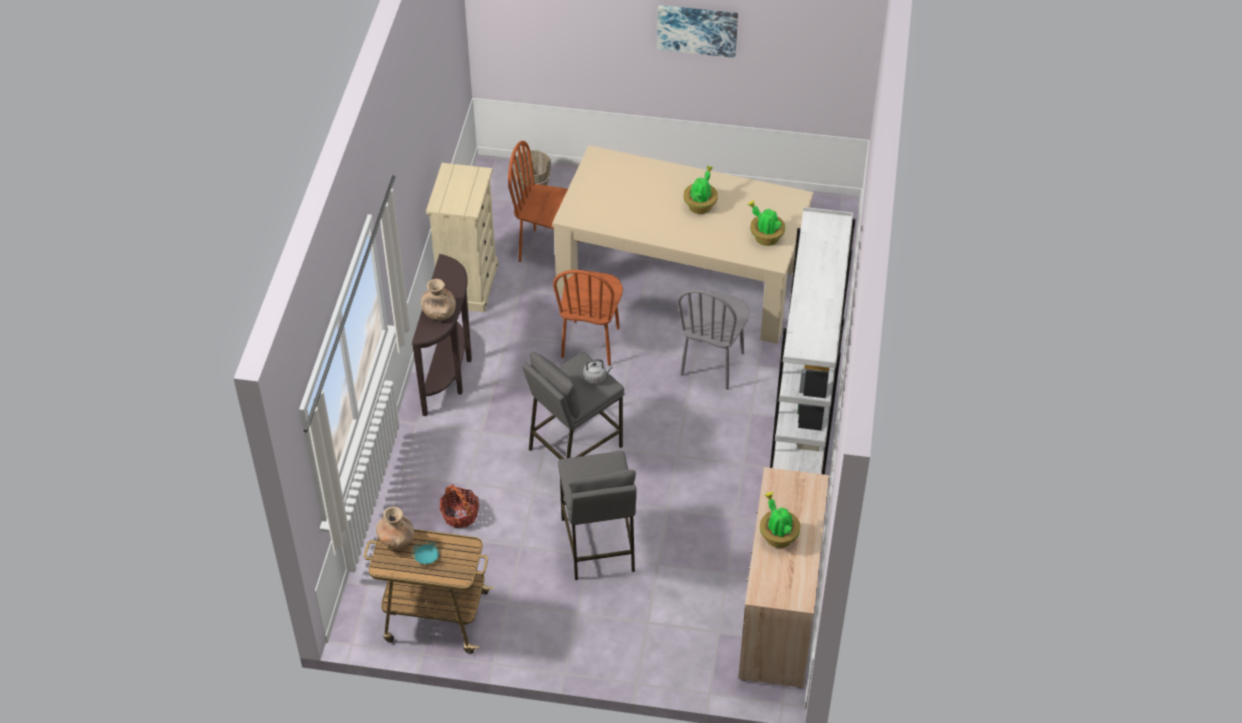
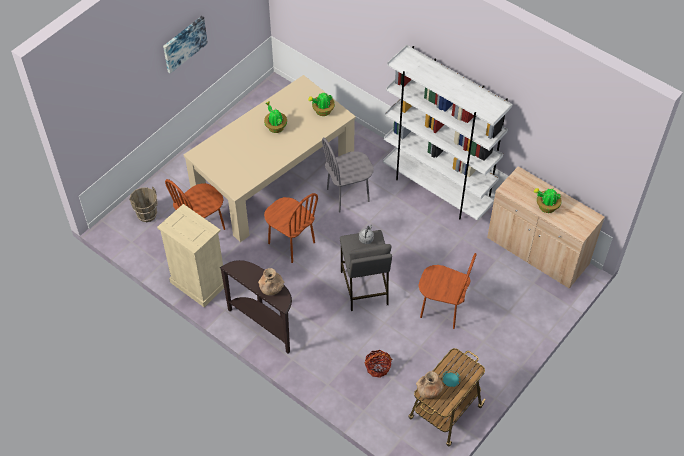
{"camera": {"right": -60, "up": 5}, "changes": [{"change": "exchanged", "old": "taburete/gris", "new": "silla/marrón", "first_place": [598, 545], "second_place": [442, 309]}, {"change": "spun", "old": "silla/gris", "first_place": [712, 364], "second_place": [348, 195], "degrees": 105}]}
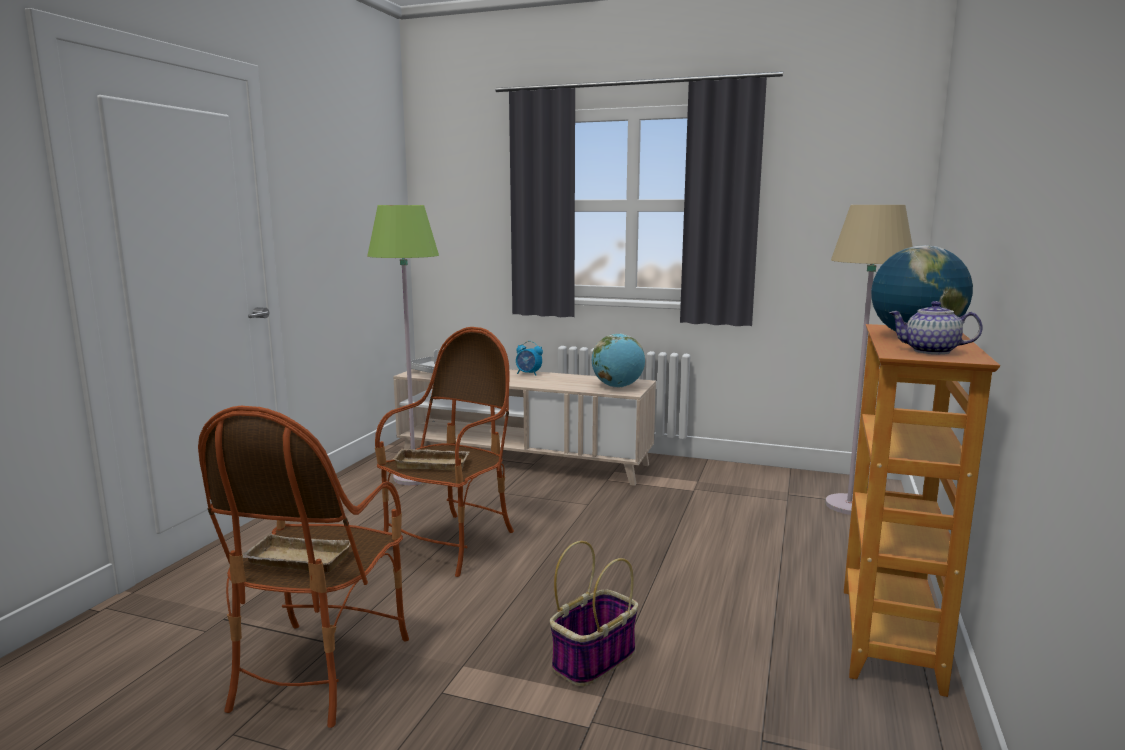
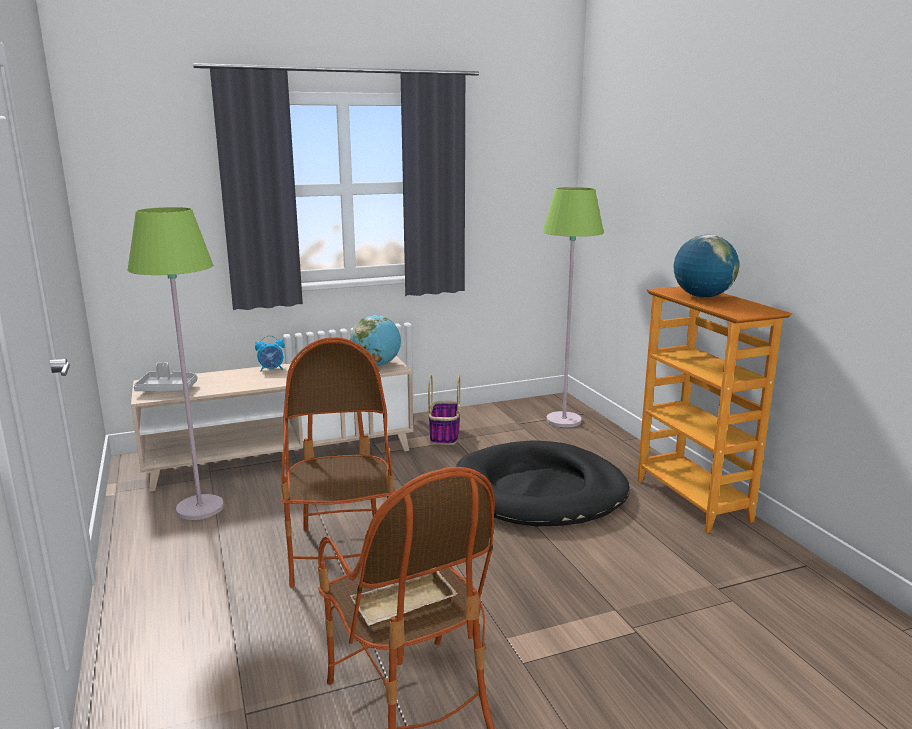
{"camera": {"right": -40, "up": 5}, "changes": [{"change": "missing", "old": "bandeja/beis", "first_place": [433, 464]}, {"change": "relocated", "old": "cesta", "first_place": [594, 658], "second_place": [444, 435]}, {"change": "colour", "old": "lámpara de pie/beis", "new": "lámpara de pie/verde", "first_place": [848, 506], "second_place": [563, 420]}, {"change": "missing", "old": "tetera", "first_place": [930, 351]}, {"change": "appeared", "new": "cama para perro/negro", "second_place": [540, 491]}]}
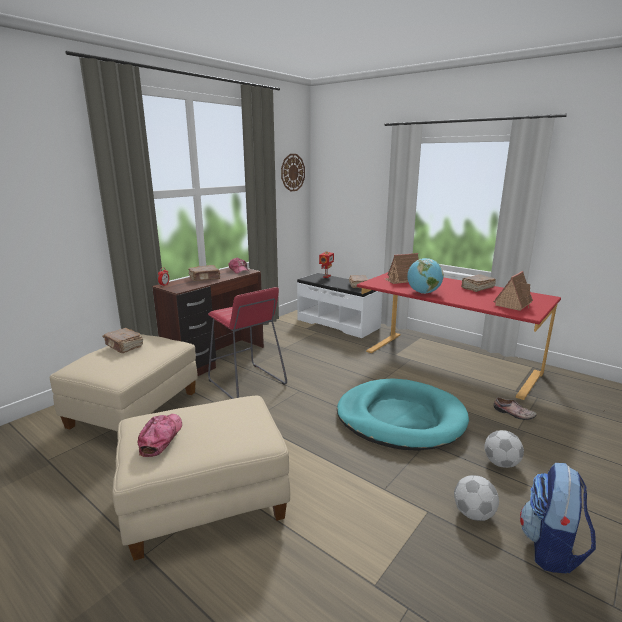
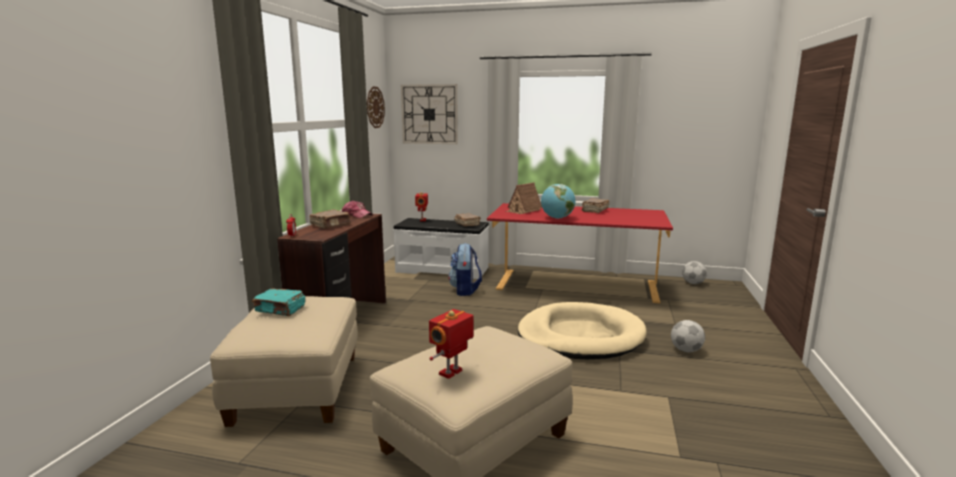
{"camera": {"right": -25, "up": -5}, "changes": [{"change": "colour", "old": "libro/marrón", "new": "libro/turquesa", "first_place": [124, 346], "second_place": [280, 310]}, {"change": "exchanged", "old": "gorra", "new": "robot de juguete", "first_place": [161, 438], "second_place": [451, 373]}, {"change": "missing", "old": "taburete/rojo", "first_place": [246, 383]}, {"change": "colour", "old": "cama para perro/turquesa", "new": "cama para perro/beis", "first_place": [400, 418], "second_place": [580, 336]}, {"change": "relocated", "old": "balón de fútbol", "first_place": [472, 513], "second_place": [692, 283]}, {"change": "missing", "old": "casita", "first_place": [513, 304]}, {"change": "missing", "old": "zapato", "first_place": [513, 414]}, {"change": "relocated", "old": "mochila", "first_place": [551, 548], "second_place": [465, 290]}, {"change": "appeared", "new": "reloj de pared", "second_place": [429, 114]}]}
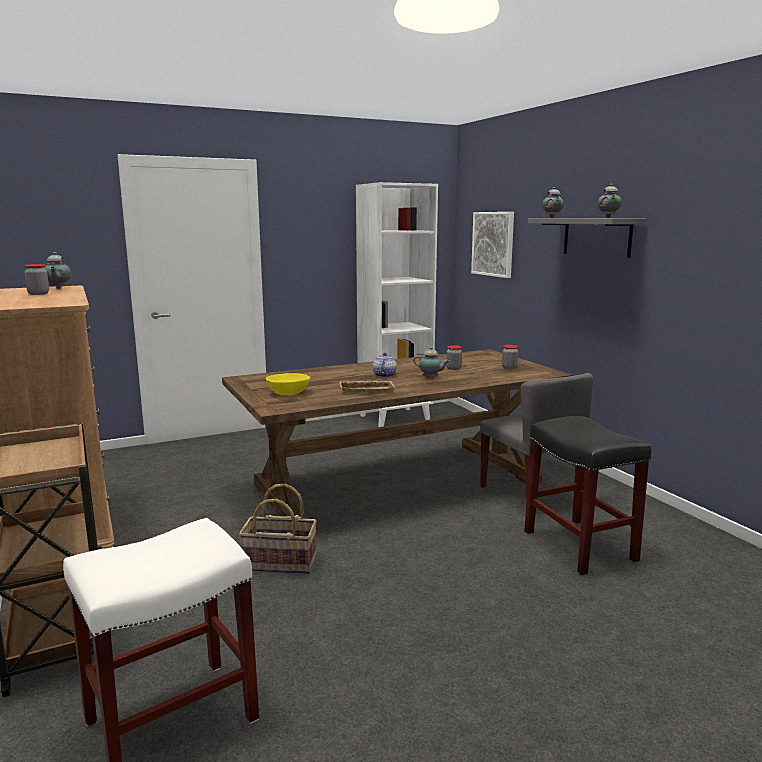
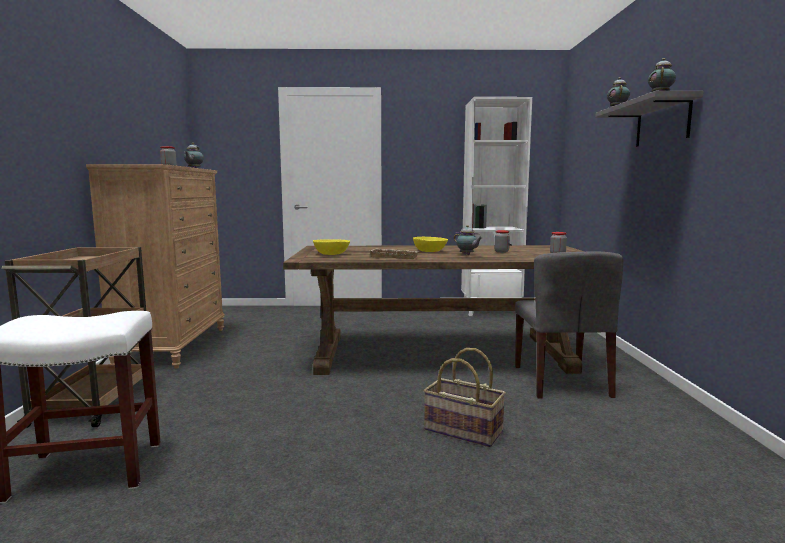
{"camera": {"right": 25, "up": -5}, "changes": [{"change": "relocated", "old": "cesta", "first_place": [279, 564], "second_place": [462, 431]}, {"change": "exchanged", "old": "tetera", "new": "cuenco/amarillo", "first_place": [384, 375], "second_place": [430, 251]}, {"change": "missing", "old": "cuadro", "first_place": [493, 244]}, {"change": "missing", "old": "taburete/negro", "first_place": [580, 546]}]}
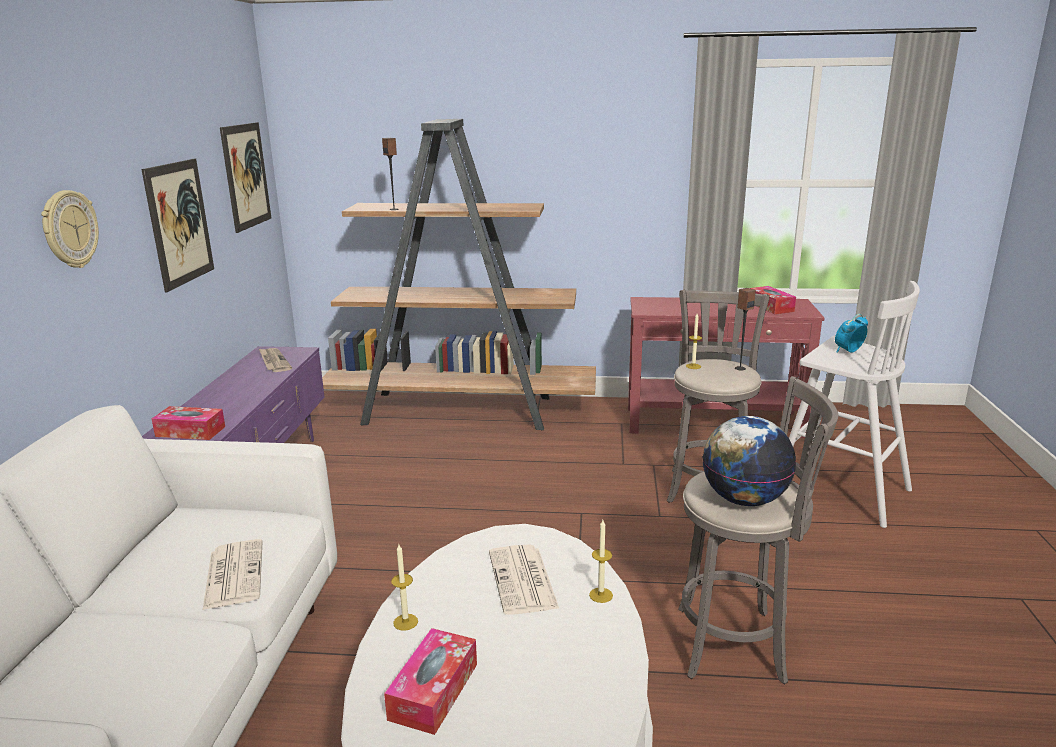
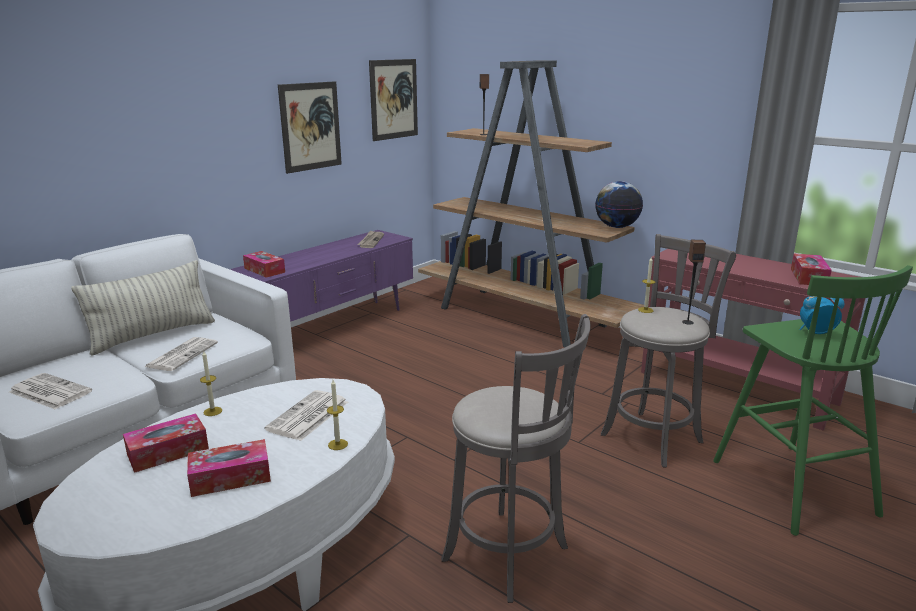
{"camera": {"right": 35, "up": 0}, "changes": [{"change": "missing", "old": "reloj de pared", "first_place": [69, 229]}, {"change": "relocated", "old": "globo terráqueo", "first_place": [744, 499], "second_place": [617, 227]}, {"change": "colour", "old": "taburete/blanco", "new": "taburete/verde", "first_place": [838, 490], "second_place": [790, 485]}, {"change": "appeared", "new": "periódico", "second_place": [49, 392]}, {"change": "appeared", "new": "cojín", "second_place": [153, 335]}, {"change": "appeared", "new": "caja de pañuelos", "second_place": [230, 477]}]}
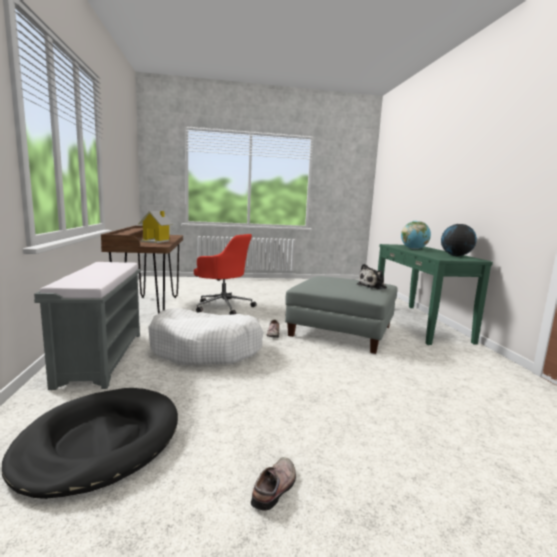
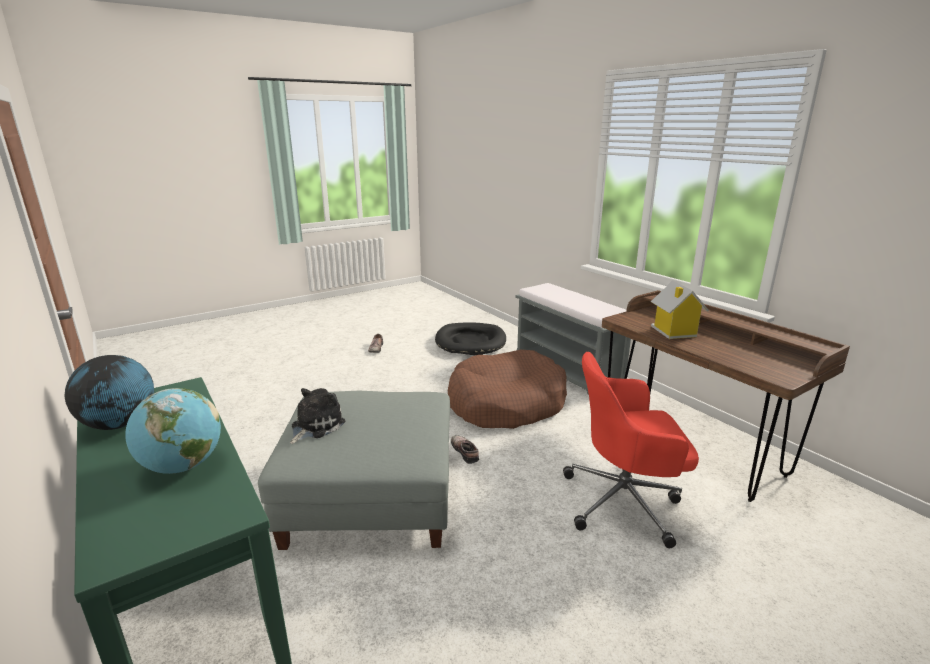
{"camera": {"right": 155, "up": 10}, "changes": [{"change": "colour", "old": "cama para perro/blanco", "new": "cama para perro/marrón", "first_place": [206, 349], "second_place": [506, 403]}]}
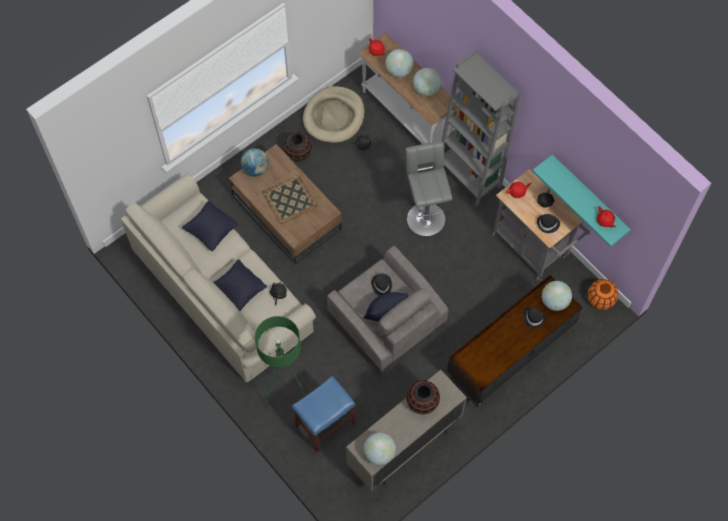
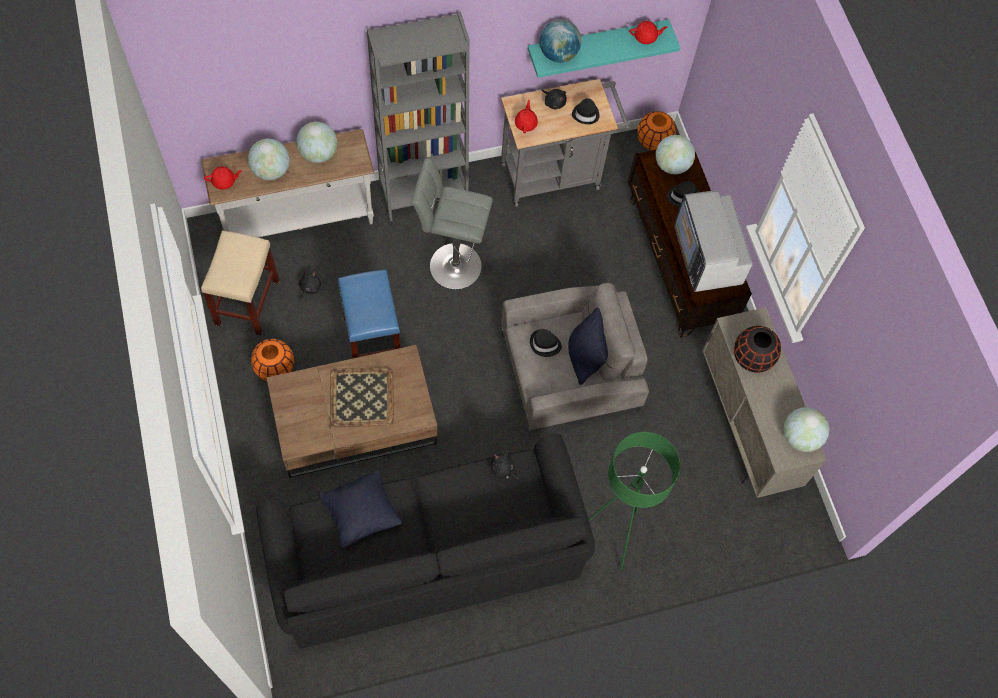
{"camera": {"right": -70, "up": 0}, "changes": [{"change": "colour", "old": "sofá/beis", "new": "sofá/negro", "first_place": [221, 291], "second_place": [426, 555]}, {"change": "missing", "old": "cojín/negro", "first_place": [239, 290]}, {"change": "relocated", "old": "globo terráqueo", "first_place": [255, 169], "second_place": [558, 54]}, {"change": "colour", "old": "florero/negro", "new": "florero/naranja", "first_place": [298, 153], "second_place": [275, 368]}, {"change": "relocated", "old": "taburete/azul", "first_place": [324, 425], "second_place": [373, 341]}, {"change": "exchanged", "old": "cama para perro/beis", "new": "taburete/beis", "first_place": [334, 117], "second_place": [247, 302]}, {"change": "appeared", "new": "televisor", "second_place": [706, 257]}]}
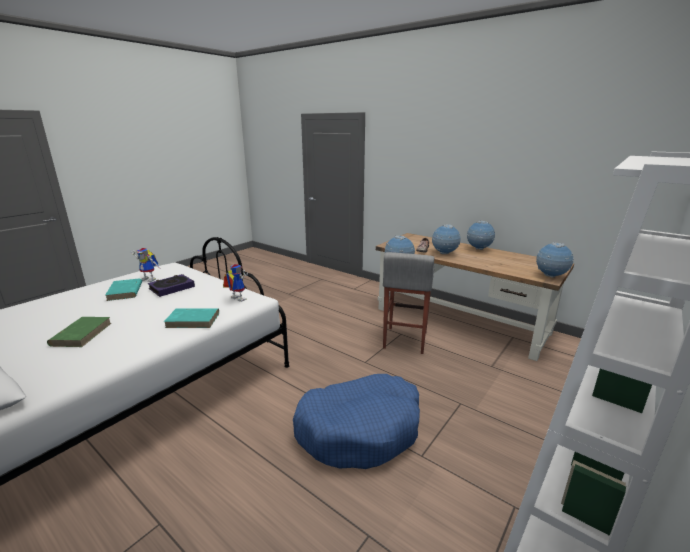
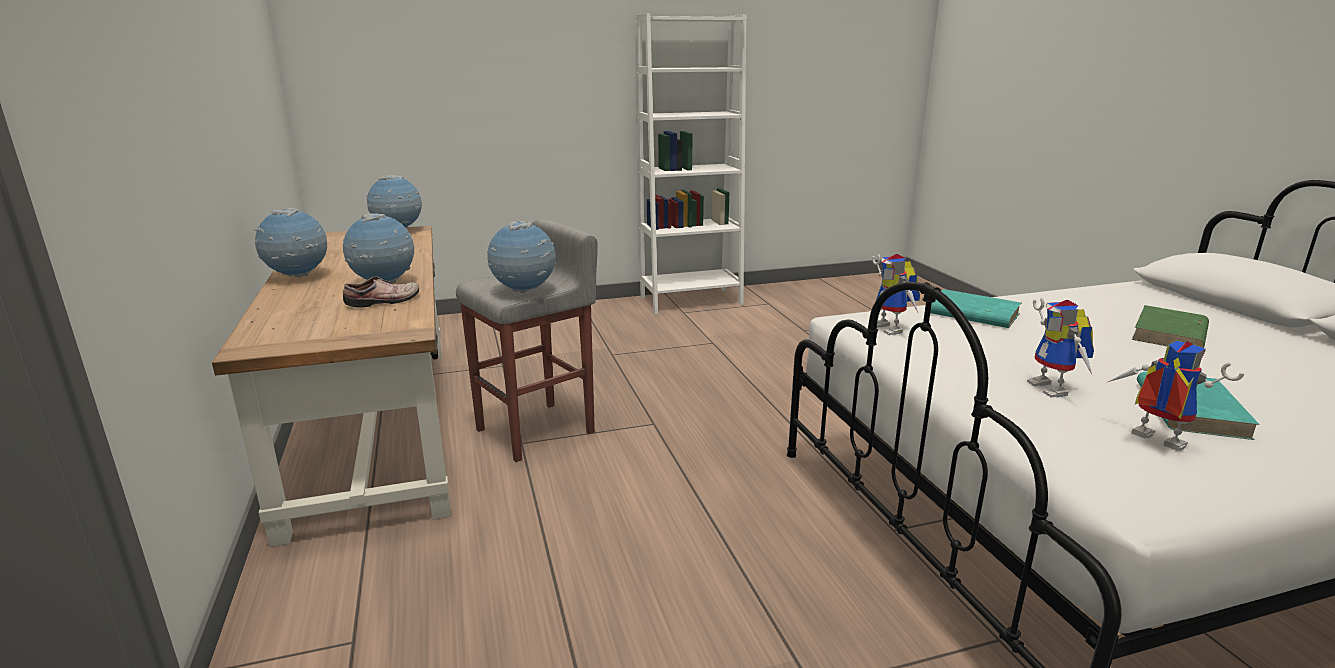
{"camera": {"right": -145, "up": 0}, "changes": [{"change": "exchanged", "old": "libro", "new": "robot de juguete", "first_place": [172, 288], "second_place": [1055, 389]}, {"change": "missing", "old": "cama para perro/azul", "first_place": [360, 429]}]}
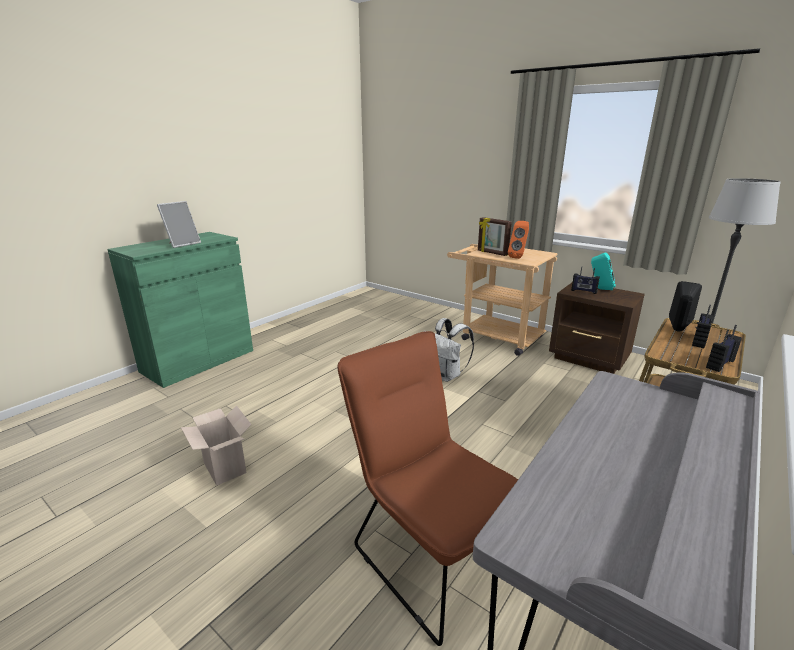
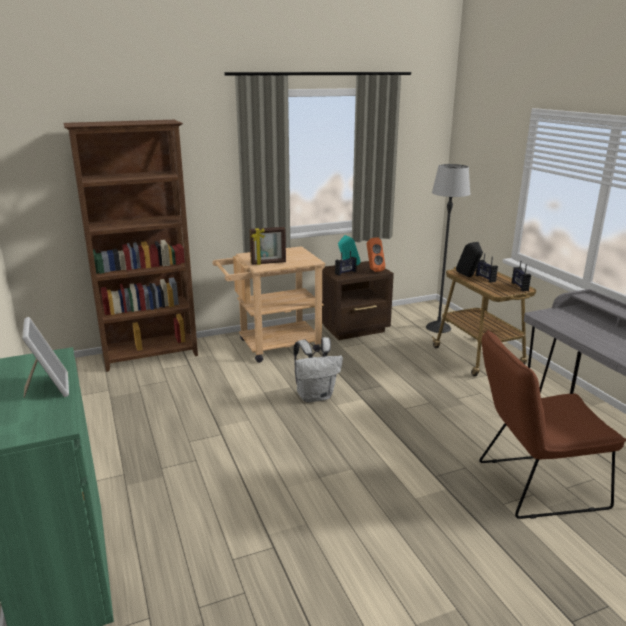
{"camera": {"right": -60, "up": 0}, "changes": [{"change": "missing", "old": "caja de cartón", "first_place": [223, 467]}, {"change": "relocated", "old": "altavoz/naranja", "first_place": [518, 257], "second_place": [373, 270]}, {"change": "appeared", "new": "estantería/marrón", "second_place": [151, 356]}]}
